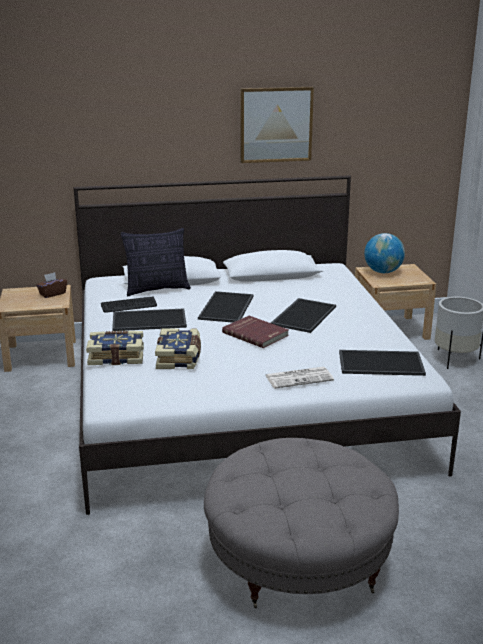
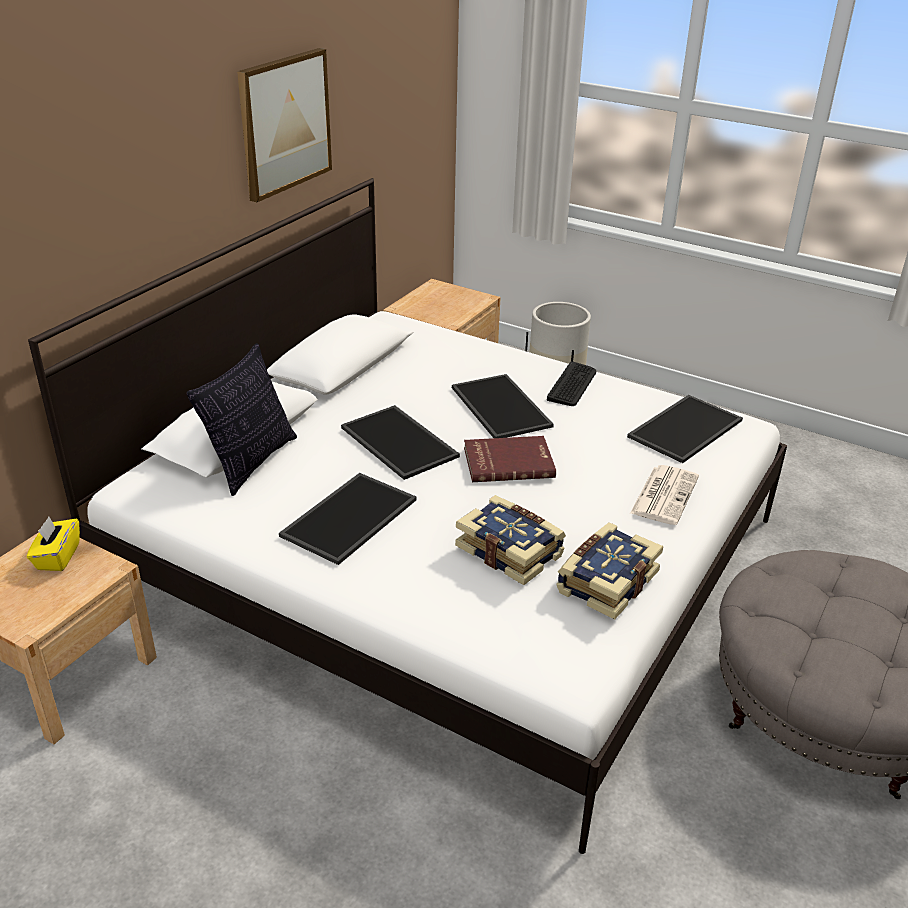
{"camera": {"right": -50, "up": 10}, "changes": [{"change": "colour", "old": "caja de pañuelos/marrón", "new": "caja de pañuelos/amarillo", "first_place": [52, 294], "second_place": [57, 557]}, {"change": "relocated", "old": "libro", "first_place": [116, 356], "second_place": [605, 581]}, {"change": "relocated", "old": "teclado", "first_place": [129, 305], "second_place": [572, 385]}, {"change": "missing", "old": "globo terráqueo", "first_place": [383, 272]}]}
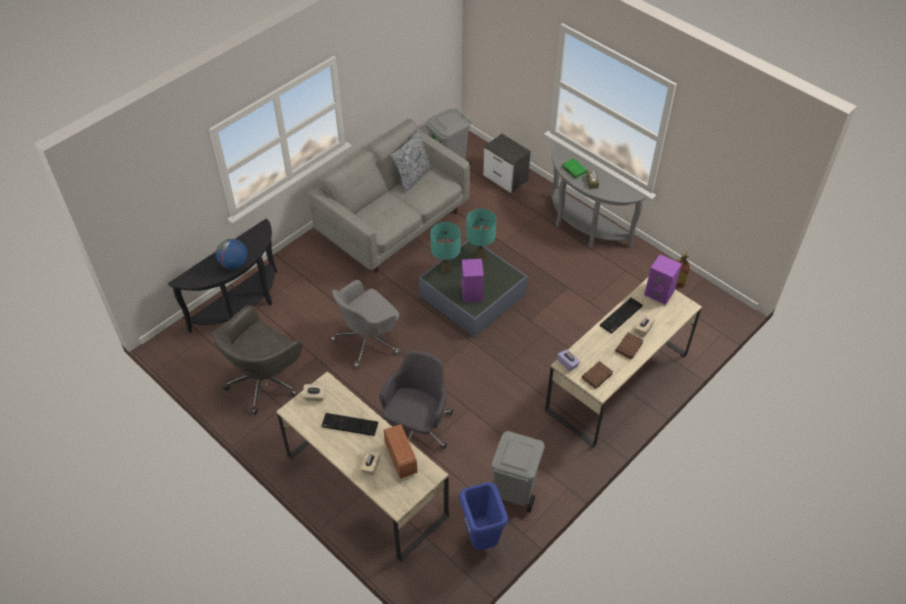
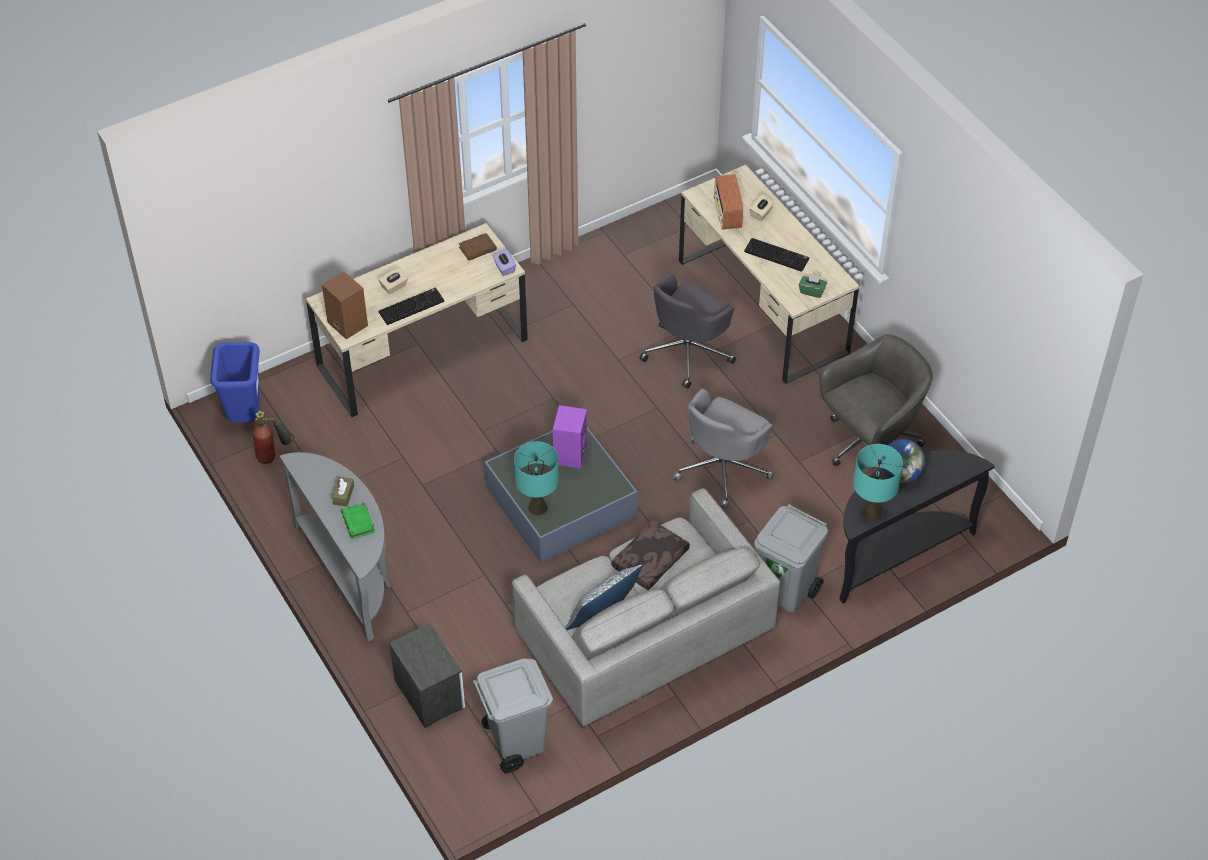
{"camera": {"right": -165, "up": 0}, "changes": [{"change": "colour", "old": "caja de pañuelos/beis", "new": "caja de pañuelos/verde", "first_place": [315, 396], "second_place": [812, 291]}, {"change": "spun", "old": "silla de oficina/gris", "first_place": [369, 340], "second_place": [723, 469], "degrees": 150}, {"change": "relocated", "old": "lámpara de mesa/turquesa", "first_place": [446, 269], "second_place": [871, 512]}, {"change": "relocated", "old": "papelera/azul", "first_place": [482, 539], "second_place": [245, 416]}, {"change": "relocated", "old": "papelera/gris", "first_place": [513, 492], "second_place": [786, 591]}, {"change": "missing", "old": "libro/marrón", "first_place": [629, 347]}, {"change": "colour", "old": "altavoz/morado", "new": "altavoz/marrón", "first_place": [660, 293], "second_place": [346, 324]}, {"change": "appeared", "new": "cojín/marrón", "second_place": [650, 561]}]}
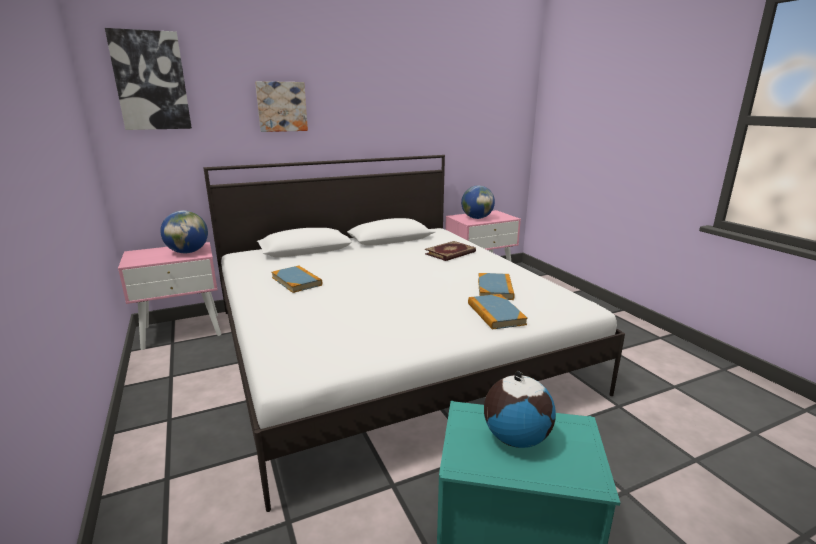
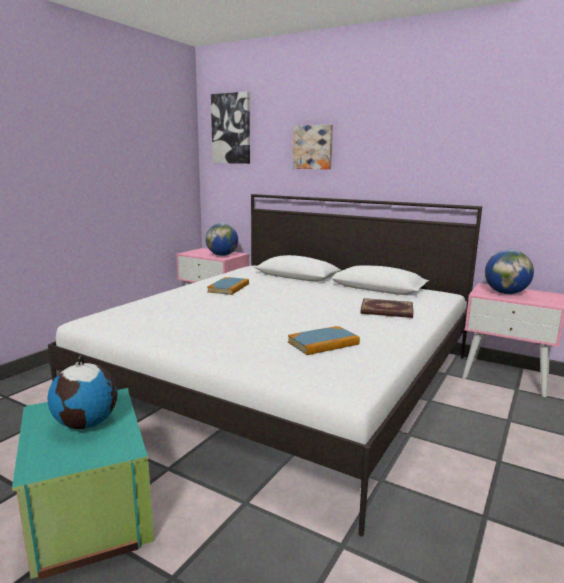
{"camera": {"right": 55, "up": -5}, "changes": [{"change": "missing", "old": "libro", "first_place": [495, 314]}]}
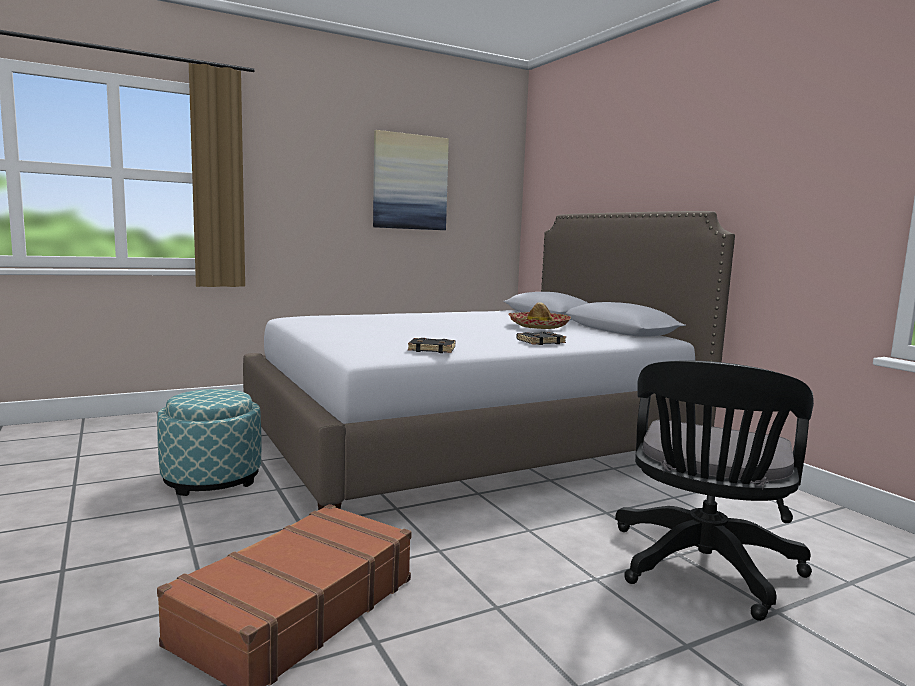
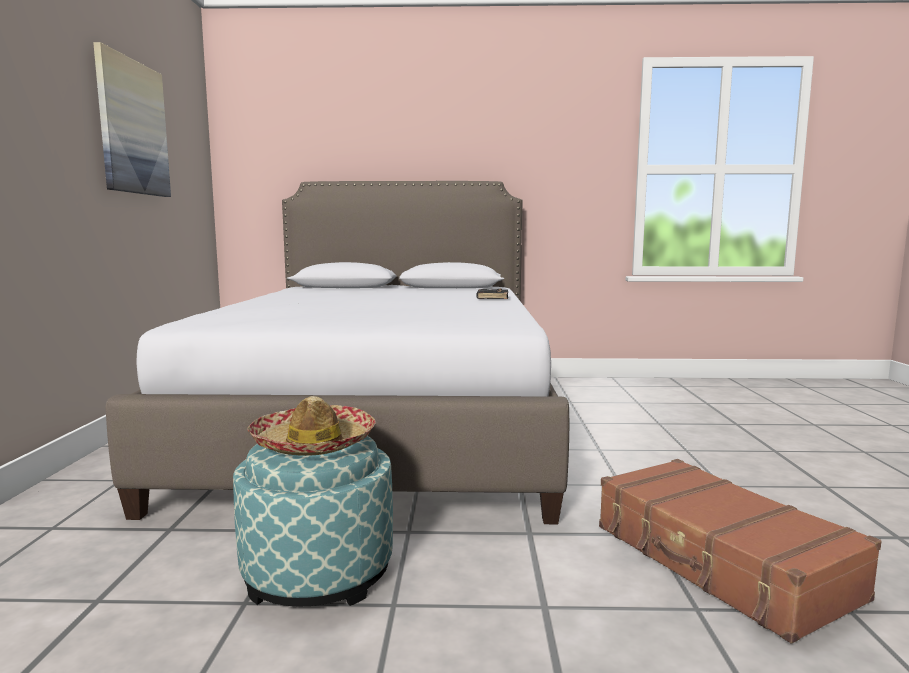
{"camera": {"right": -60, "up": 0}, "changes": [{"change": "missing", "old": "libro/negro", "first_place": [432, 349]}, {"change": "relocated", "old": "sombrero", "first_place": [538, 326], "second_place": [313, 443]}, {"change": "missing", "old": "silla de oficina/negro", "first_place": [702, 569]}]}
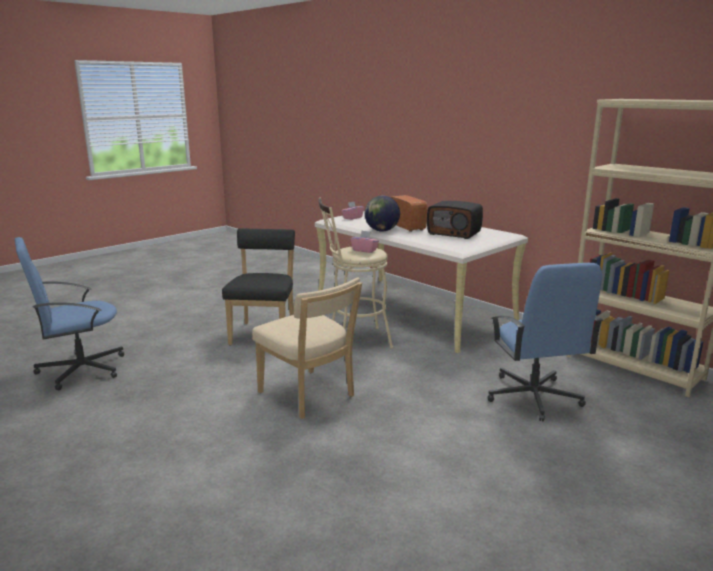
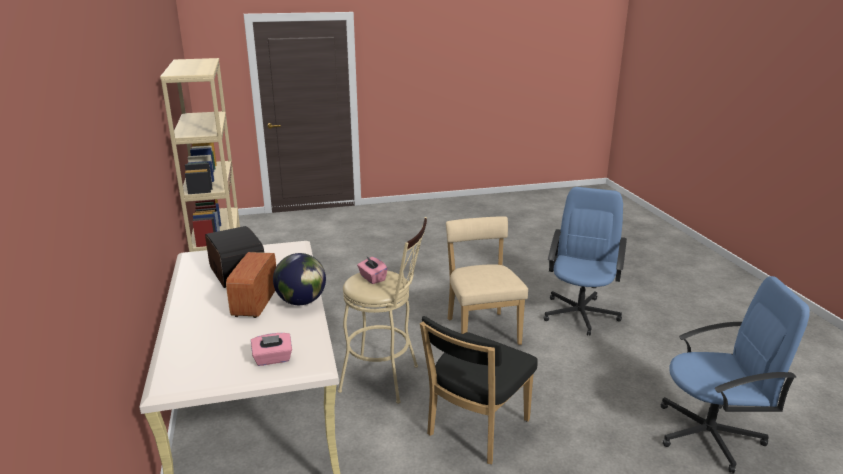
{"camera": {"right": -150, "up": 5}, "changes": [{"change": "relocated", "old": "silla de oficina/azul", "first_place": [533, 397], "second_place": [580, 314]}]}
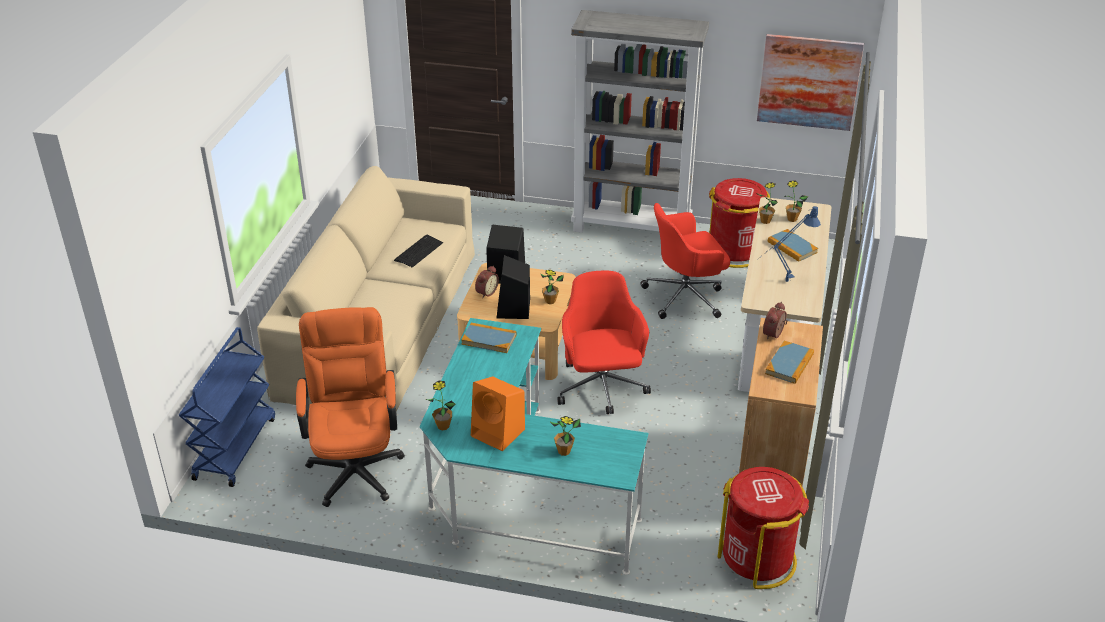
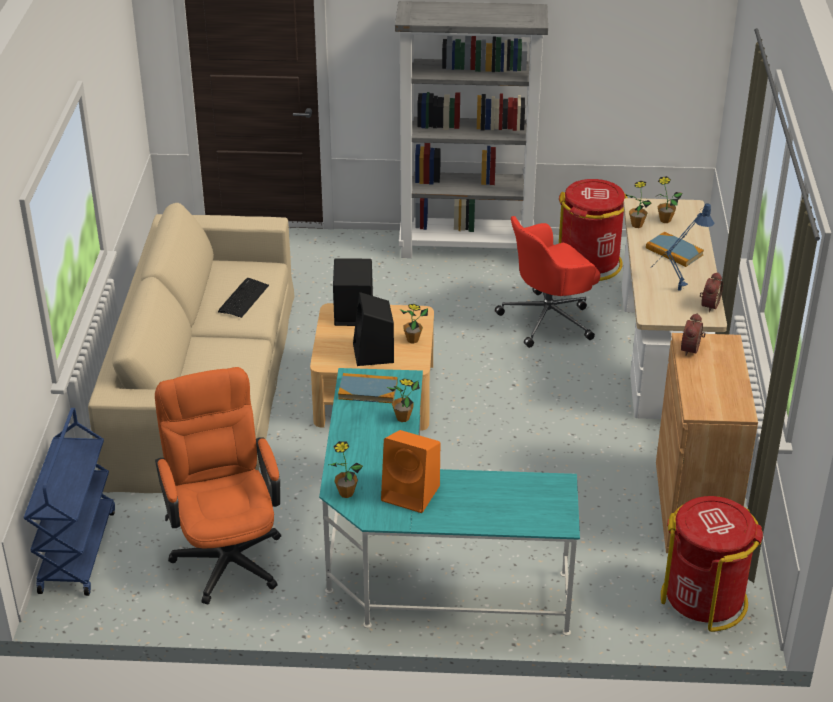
{"camera": {"right": -10, "up": 0}, "changes": [{"change": "relocated", "old": "despertador", "first_place": [486, 292], "second_place": [708, 305]}, {"change": "relocated", "old": "planta en maceta", "first_place": [564, 451], "second_place": [403, 418]}, {"change": "missing", "old": "silla de oficina/rojo", "first_place": [601, 388]}, {"change": "missing", "old": "cuadro", "first_place": [809, 82]}, {"change": "missing", "old": "libro", "first_place": [789, 364]}]}
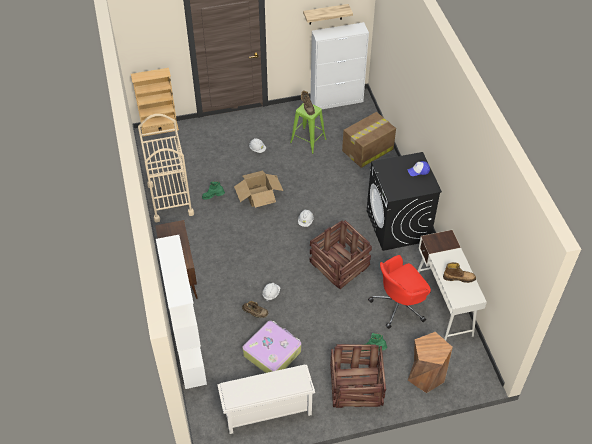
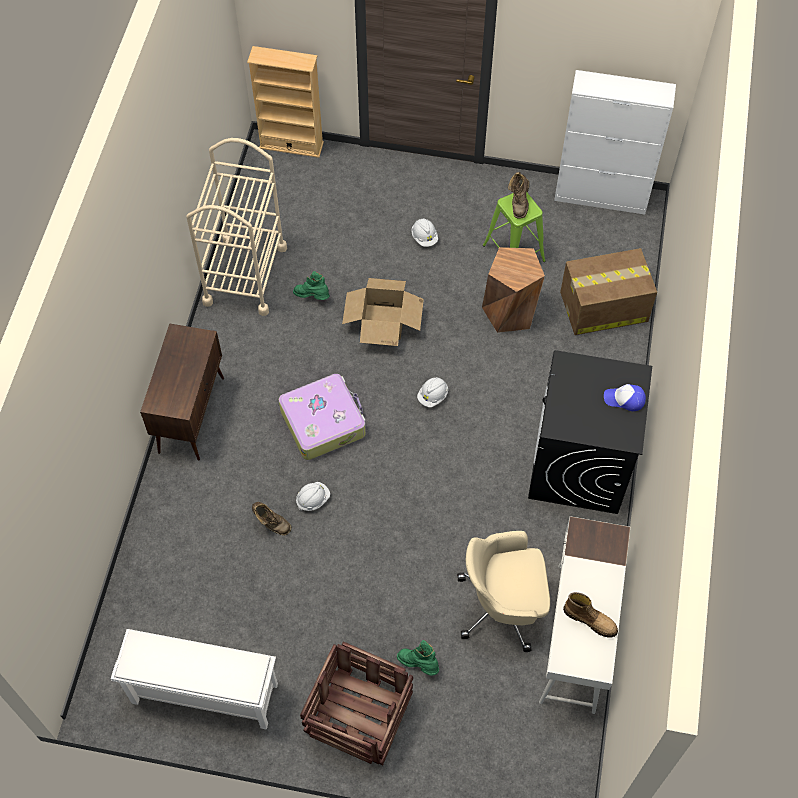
{"camera": {"right": 25, "up": 10}, "changes": [{"change": "missing", "old": "estantería/blanco", "first_place": [189, 353]}, {"change": "relocated", "old": "maleta", "first_place": [272, 352], "second_place": [323, 421]}, {"change": "missing", "old": "estante", "first_place": [325, 14]}, {"change": "missing", "old": "caja de embalaje", "first_place": [339, 265]}, {"change": "colour", "old": "silla de oficina/rojo", "new": "silla de oficina/beis", "first_place": [399, 305], "second_place": [503, 606]}, {"change": "relocated", "old": "taburete/marrón", "first_place": [425, 376], "second_place": [509, 311]}]}
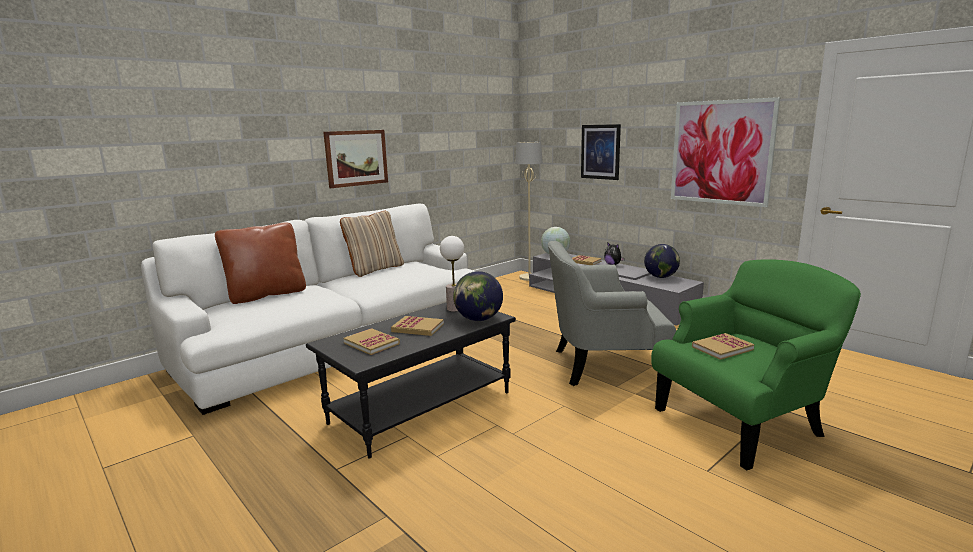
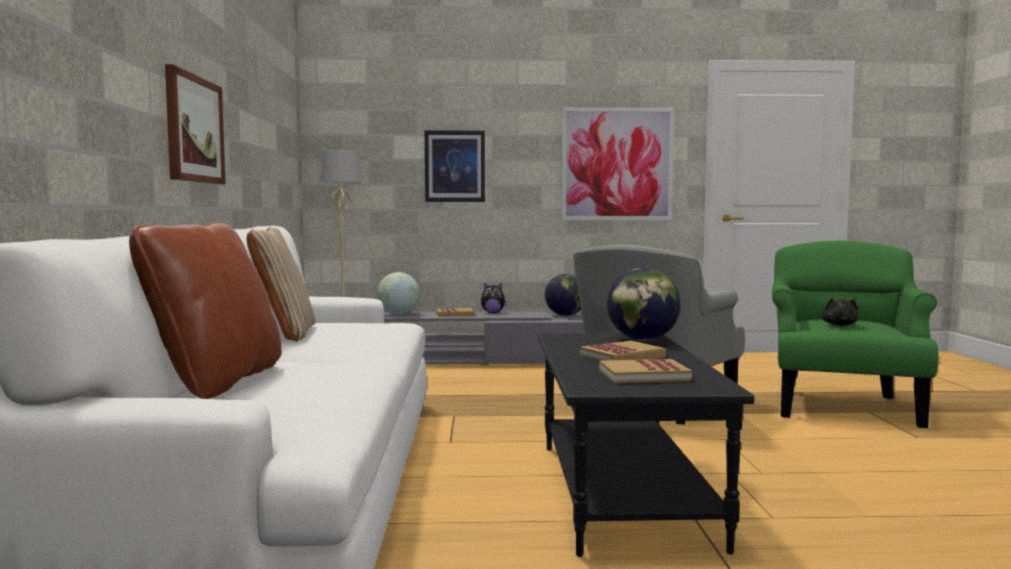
{"camera": {"right": -50, "up": -10}, "changes": [{"change": "missing", "old": "lámpara de mesa", "first_place": [455, 309]}, {"change": "exchanged", "old": "libro", "new": "peluche/negro", "first_place": [722, 348], "second_place": [839, 325]}]}
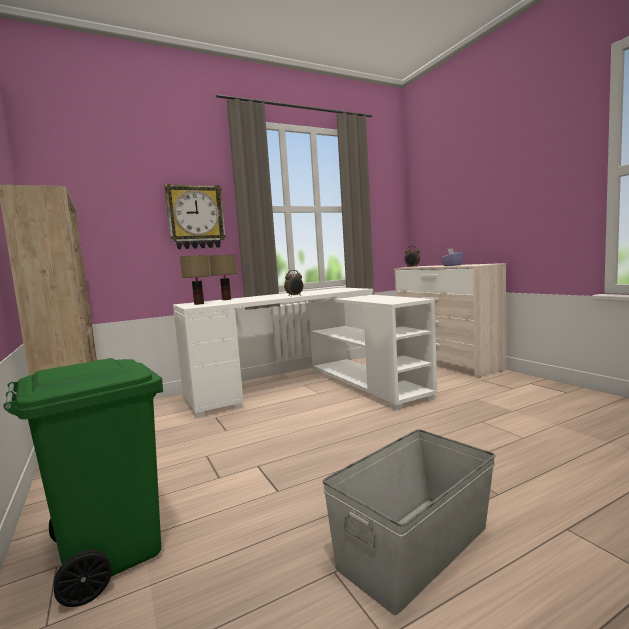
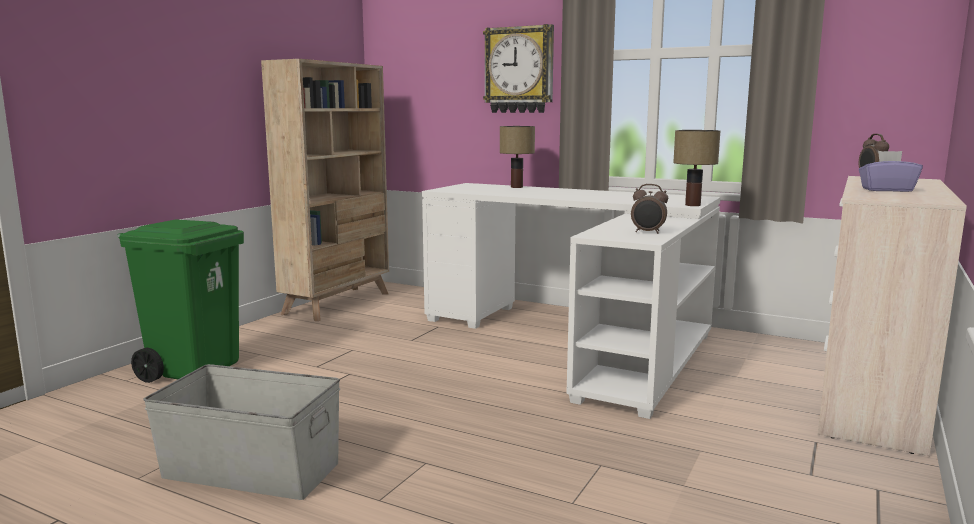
{"camera": {"right": 55, "up": 5}, "changes": [{"change": "relocated", "old": "lámpara de mesa", "first_place": [199, 304], "second_place": [693, 205]}, {"change": "relocated", "old": "despertador", "first_place": [295, 296], "second_place": [648, 232]}]}
